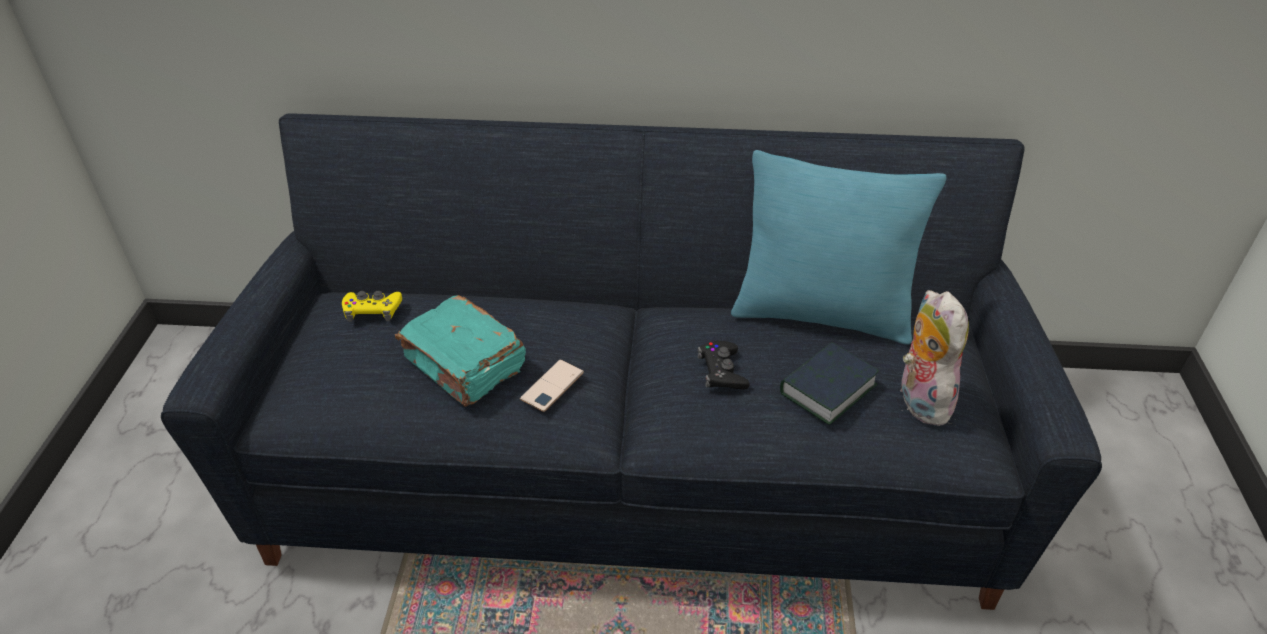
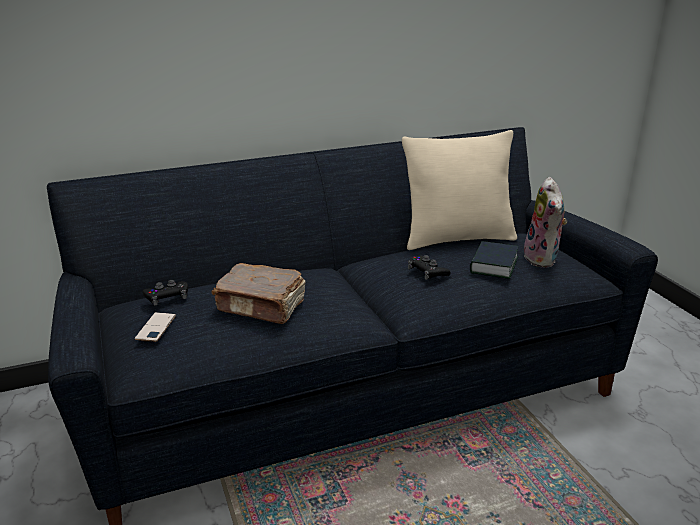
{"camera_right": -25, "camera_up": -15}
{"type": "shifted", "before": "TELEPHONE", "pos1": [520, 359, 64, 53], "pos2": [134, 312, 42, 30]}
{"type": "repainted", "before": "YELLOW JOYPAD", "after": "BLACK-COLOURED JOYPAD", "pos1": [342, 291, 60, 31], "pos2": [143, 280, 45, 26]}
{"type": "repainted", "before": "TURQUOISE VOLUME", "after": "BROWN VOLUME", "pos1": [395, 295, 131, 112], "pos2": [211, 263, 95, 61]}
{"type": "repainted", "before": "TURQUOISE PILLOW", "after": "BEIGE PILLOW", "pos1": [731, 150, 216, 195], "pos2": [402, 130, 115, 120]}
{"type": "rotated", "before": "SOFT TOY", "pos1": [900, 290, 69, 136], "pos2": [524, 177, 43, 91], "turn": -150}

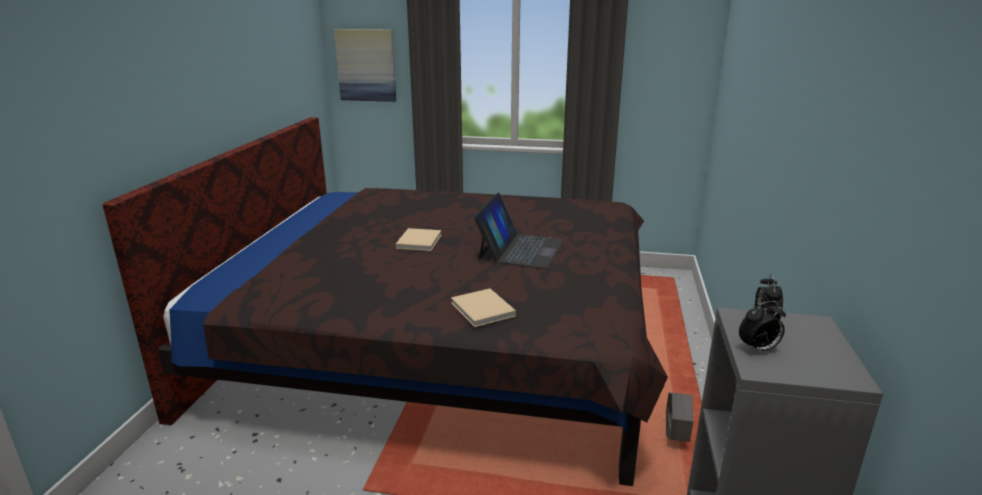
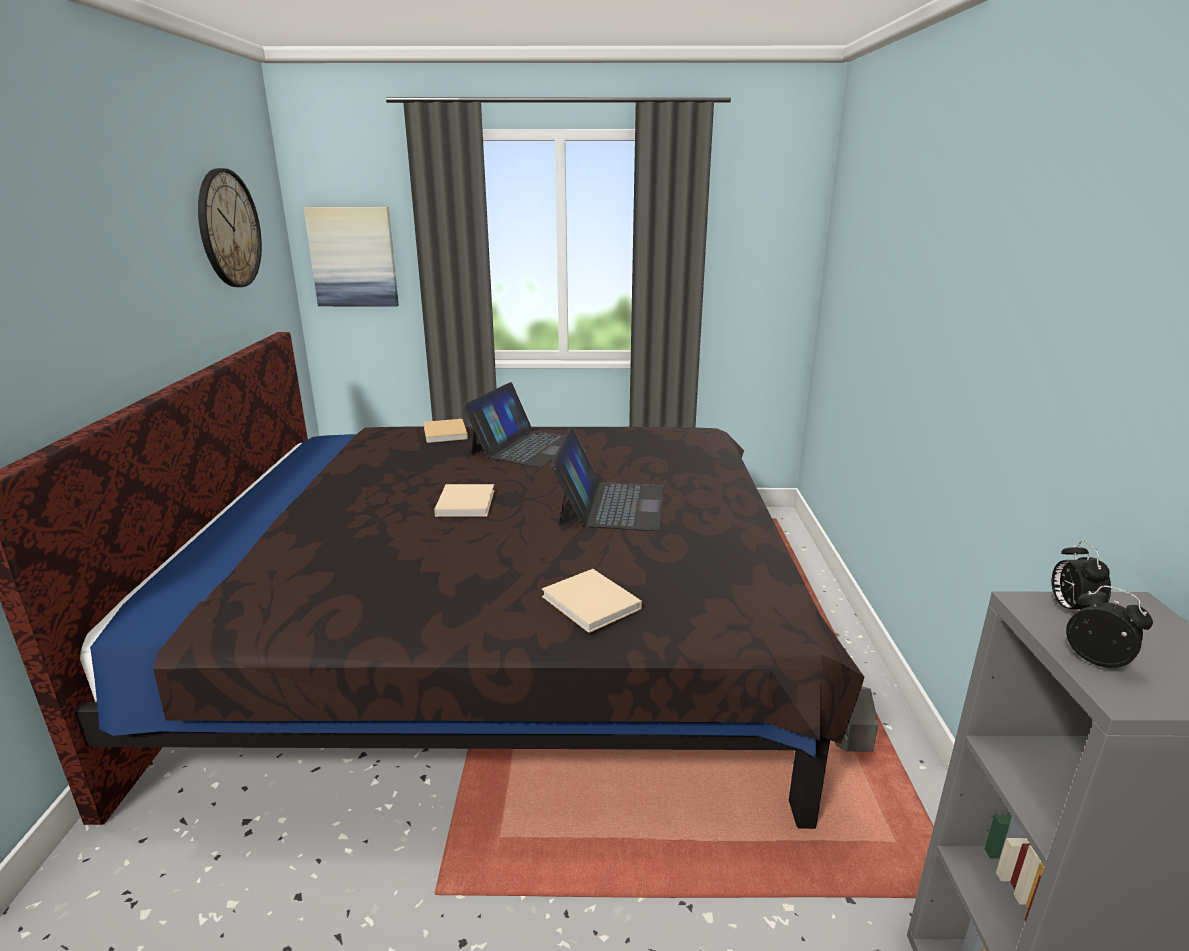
{"camera_right": -10, "camera_up": 0}
{"type": "new", "after": "HANGING CLOCK", "pos2": [198, 168, 64, 119]}
{"type": "new", "after": "BEIGE VOLUME", "pos2": [423, 419, 45, 24]}
{"type": "new", "after": "LAPTOP", "pos2": [463, 382, 118, 85]}
{"type": "rotated", "before": "BEDSIDE CLOCK", "pos1": [739, 301, 47, 52], "pos2": [1066, 585, 87, 84], "turn": -105}

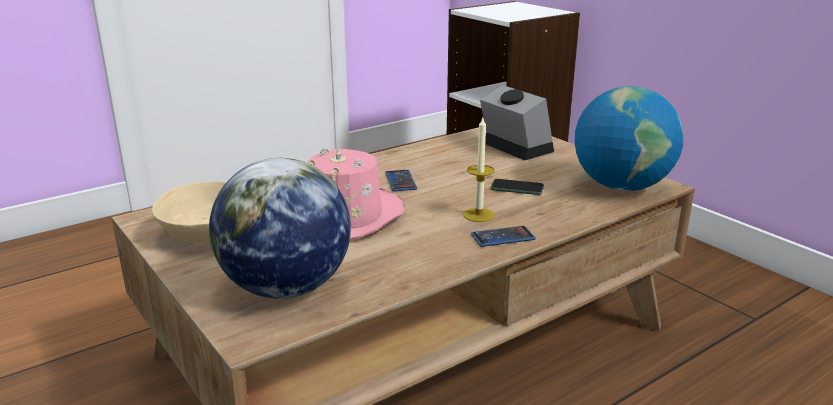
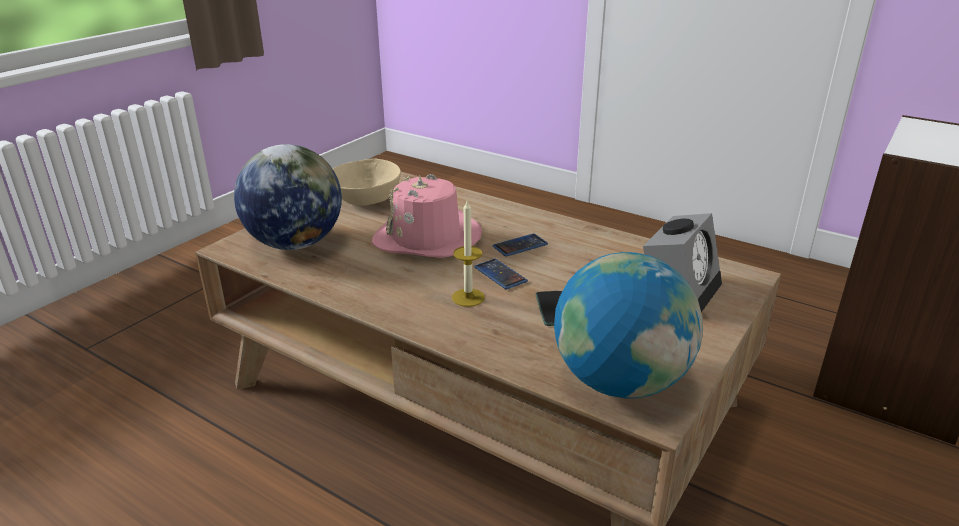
{"camera_right": 70, "camera_up": 5}
{"type": "shifted", "before": "TELEPHONE", "pos1": [471, 226, 65, 21], "pos2": [474, 259, 54, 31]}

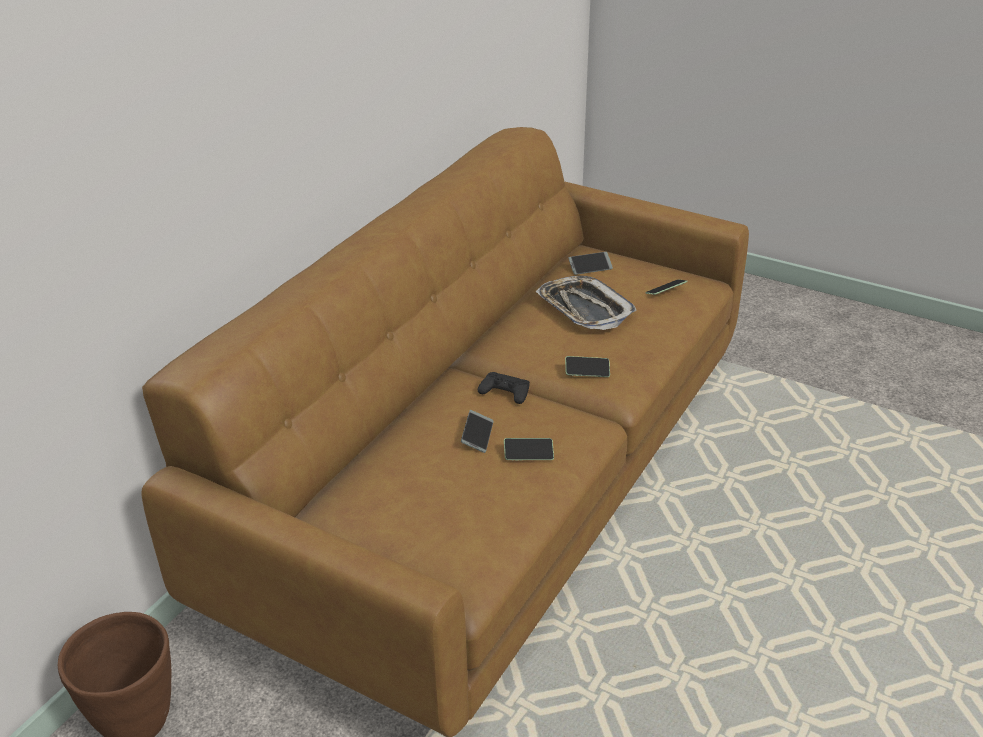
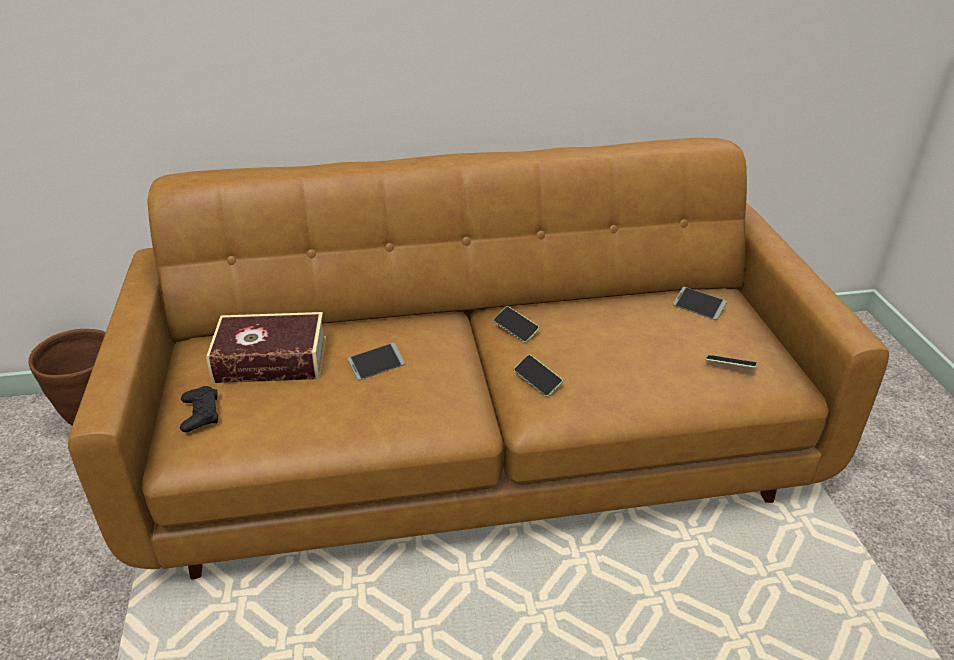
{"camera_right": 50, "camera_up": 0}
{"type": "shifted", "before": "BLACK-COLOURED JOYPAD", "pos1": [478, 372, 52, 32], "pos2": [180, 386, 38, 46]}
{"type": "new", "after": "VOLUME", "pos2": [206, 312, 120, 71]}
{"type": "shifted", "before": "TELEPHONE", "pos1": [504, 438, 50, 22], "pos2": [494, 306, 45, 36]}
{"type": "gone", "before": "SERVING TRAY", "pos1": [536, 276, 101, 54]}

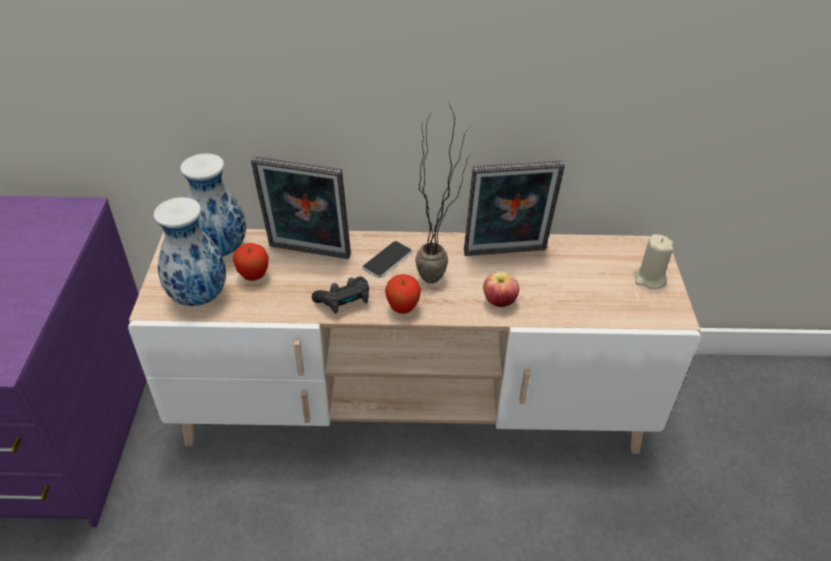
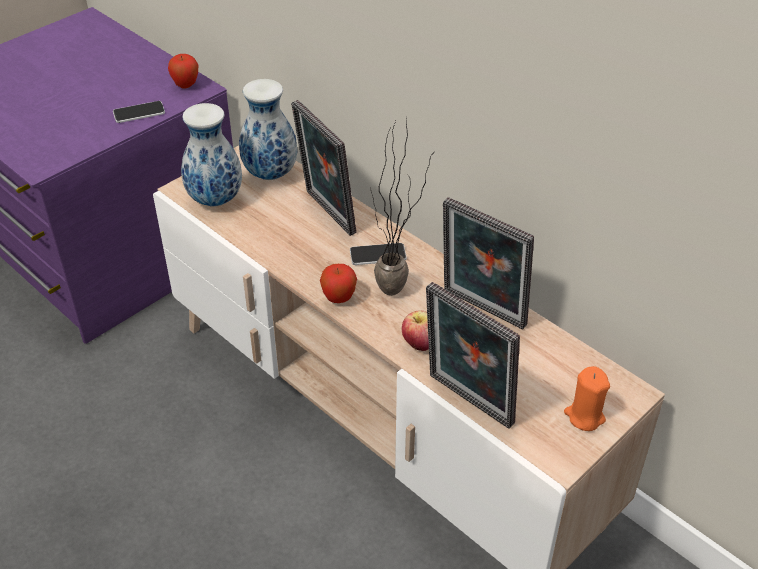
{"camera_right": 45, "camera_up": 0}
{"type": "new", "after": "TELEPHONE", "pos2": [113, 101, 52, 22]}
{"type": "shifted", "before": "APPLE", "pos1": [233, 243, 35, 38], "pos2": [168, 54, 30, 35]}
{"type": "new", "after": "STANDING FRAME", "pos2": [426, 282, 94, 147]}
{"type": "repainted", "before": "BEIGE WAX LIGHT", "after": "ORANGE-COLOURED WAX LIGHT", "pos1": [634, 234, 40, 55], "pos2": [564, 366, 46, 65]}
{"type": "gone", "before": "BLACK-COLOURED JOYPAD", "pos1": [312, 276, 57, 38]}

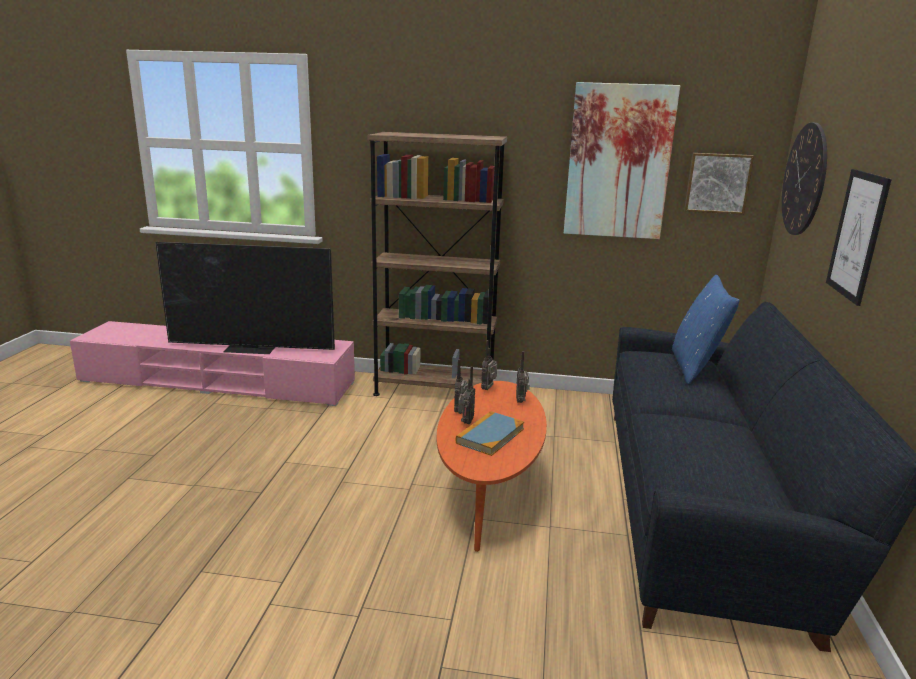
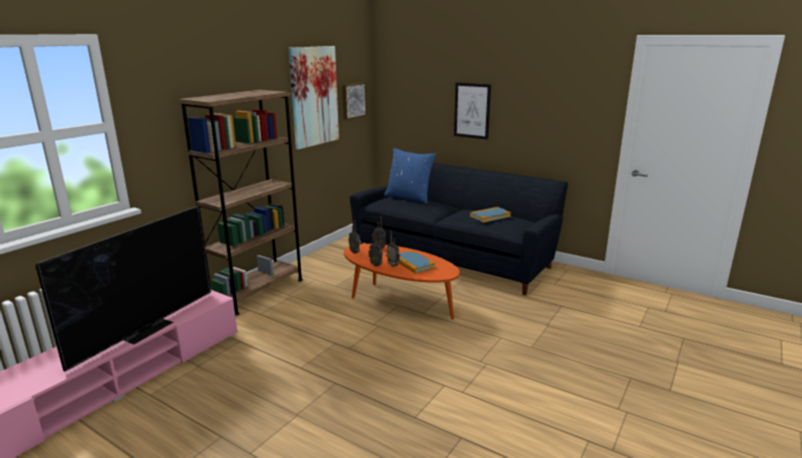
{"camera_right": -65, "camera_up": 0}
{"type": "new", "after": "VOLUME", "pos2": [470, 207, 41, 16]}
{"type": "gone", "before": "HANGING CLOCK", "pos1": [782, 123, 45, 112]}

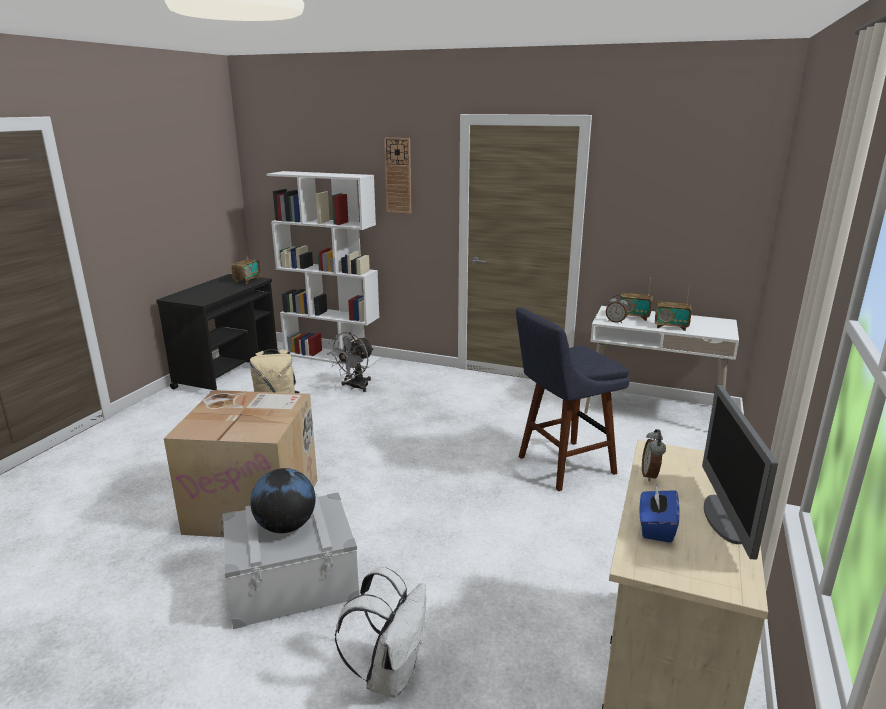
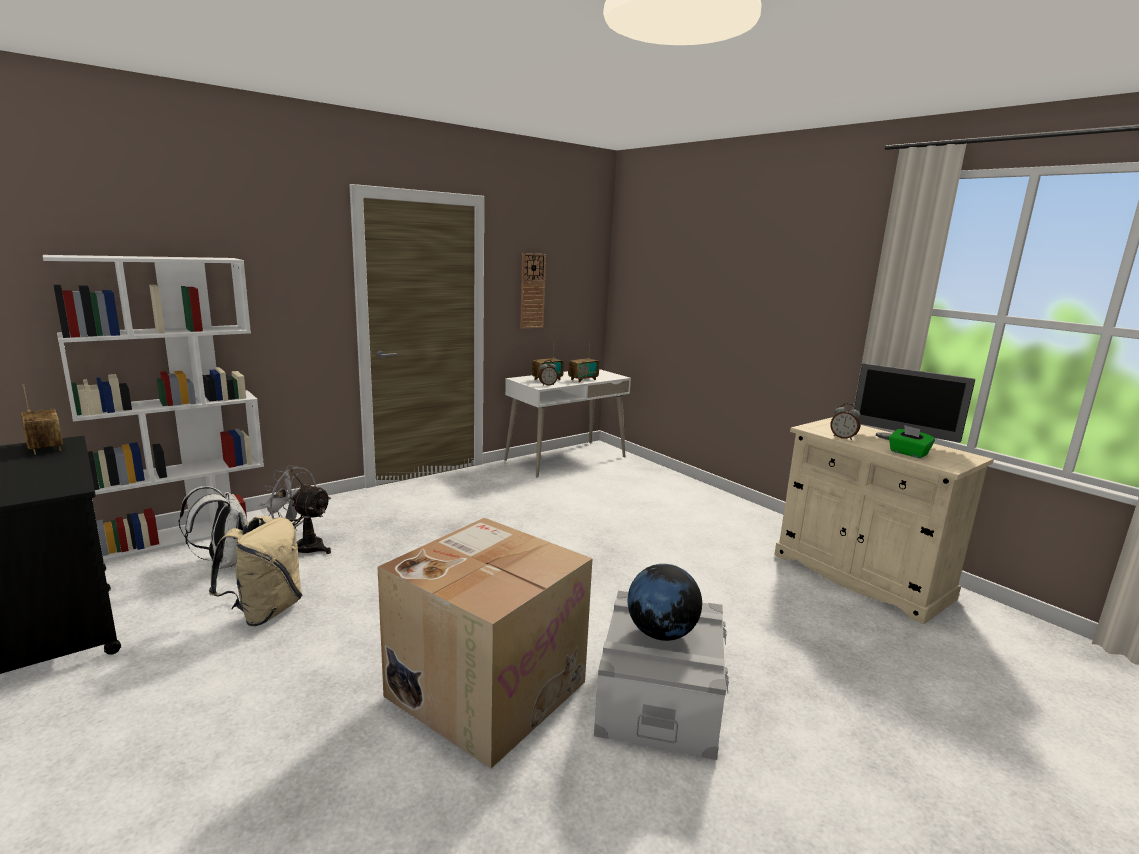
{"camera_right": -60, "camera_up": -5}
{"type": "shifted", "before": "WHITISH RUCKSACK", "pos1": [335, 567, 91, 131], "pos2": [179, 486, 69, 83]}
{"type": "rotated", "before": "GRAY FAN", "pos1": [327, 332, 47, 60], "pos2": [259, 465, 73, 89], "turn": 135}
{"type": "shifted", "before": "HANGING CLOCK", "pos1": [384, 138, 27, 76], "pos2": [520, 253, 26, 76]}
{"type": "repainted", "before": "BLUE-COLOURED TISSUE HOLDER", "after": "GREEN TISSUE HOLDER", "pos1": [640, 484, 40, 59], "pos2": [889, 425, 46, 33]}
{"type": "gone", "before": "BLUE-COLOURED STOOL", "pos1": [516, 307, 114, 184]}

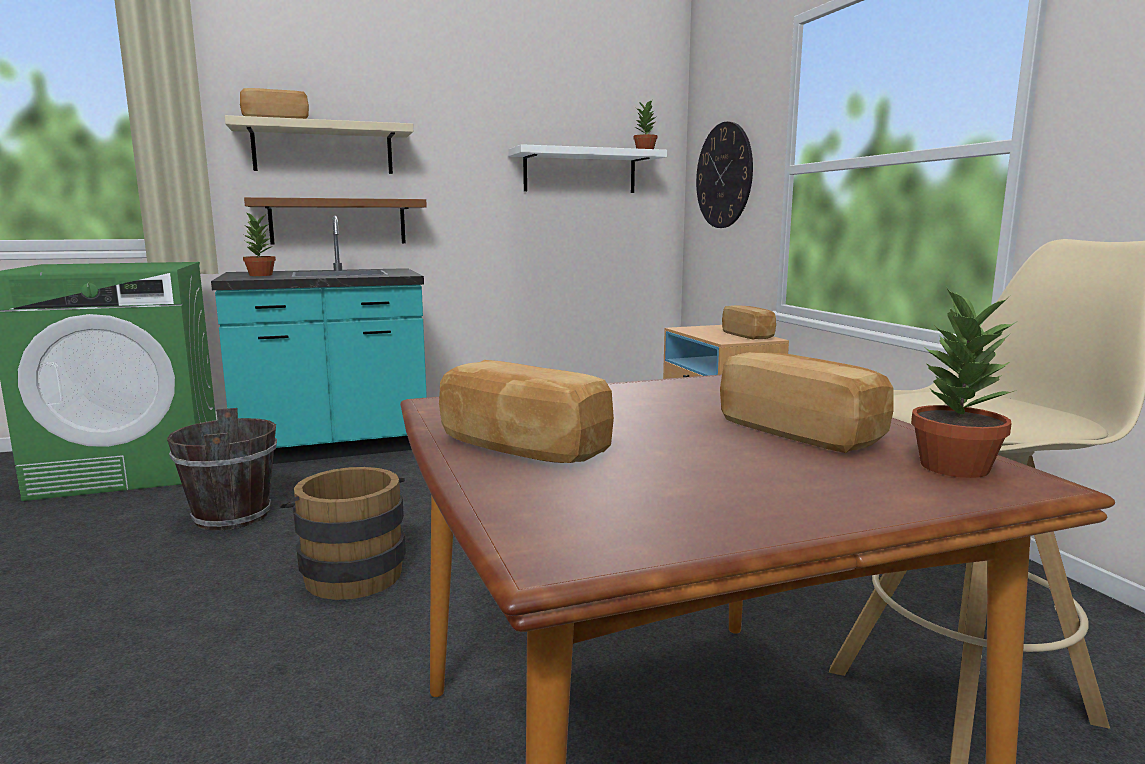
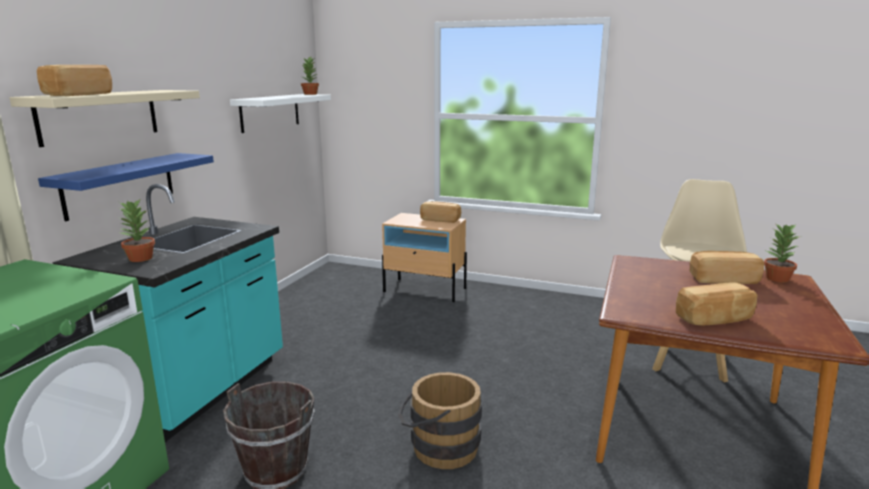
{"camera_right": -50, "camera_up": 5}
{"type": "repainted", "before": "BROWN WALL SHELF", "after": "BLUE-COLOURED WALL SHELF", "pos1": [244, 197, 183, 48], "pos2": [38, 153, 176, 68]}
{"type": "gone", "before": "HANGING CLOCK", "pos1": [696, 121, 57, 107]}

